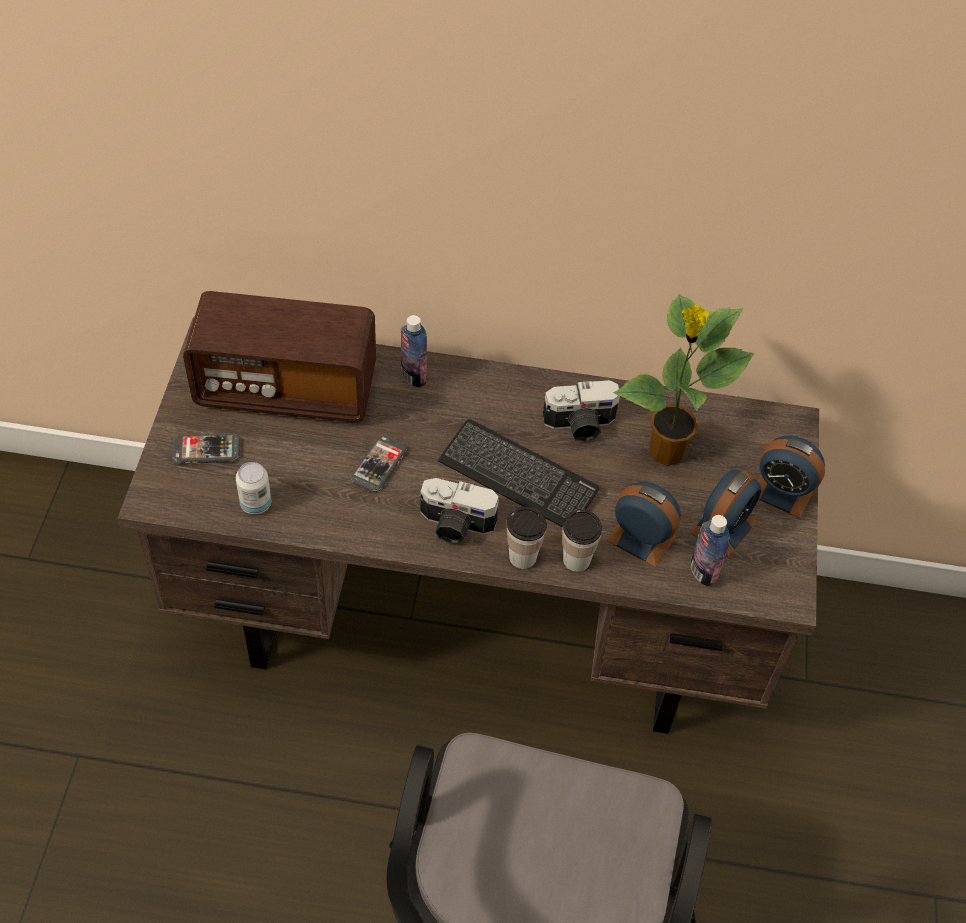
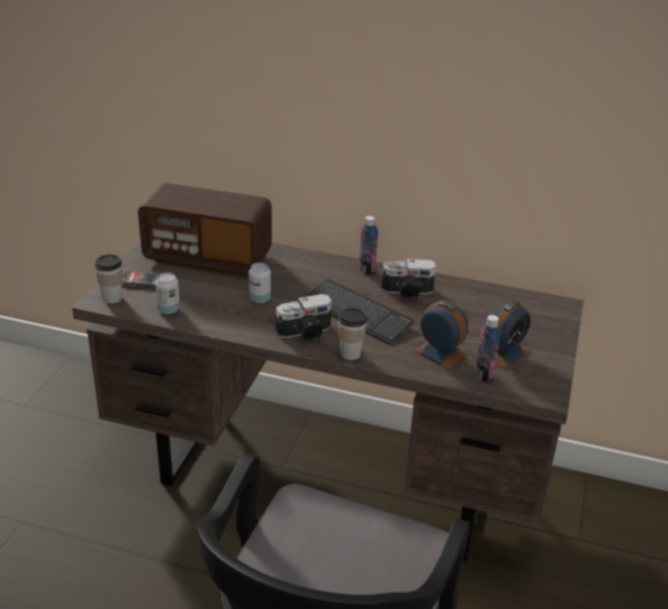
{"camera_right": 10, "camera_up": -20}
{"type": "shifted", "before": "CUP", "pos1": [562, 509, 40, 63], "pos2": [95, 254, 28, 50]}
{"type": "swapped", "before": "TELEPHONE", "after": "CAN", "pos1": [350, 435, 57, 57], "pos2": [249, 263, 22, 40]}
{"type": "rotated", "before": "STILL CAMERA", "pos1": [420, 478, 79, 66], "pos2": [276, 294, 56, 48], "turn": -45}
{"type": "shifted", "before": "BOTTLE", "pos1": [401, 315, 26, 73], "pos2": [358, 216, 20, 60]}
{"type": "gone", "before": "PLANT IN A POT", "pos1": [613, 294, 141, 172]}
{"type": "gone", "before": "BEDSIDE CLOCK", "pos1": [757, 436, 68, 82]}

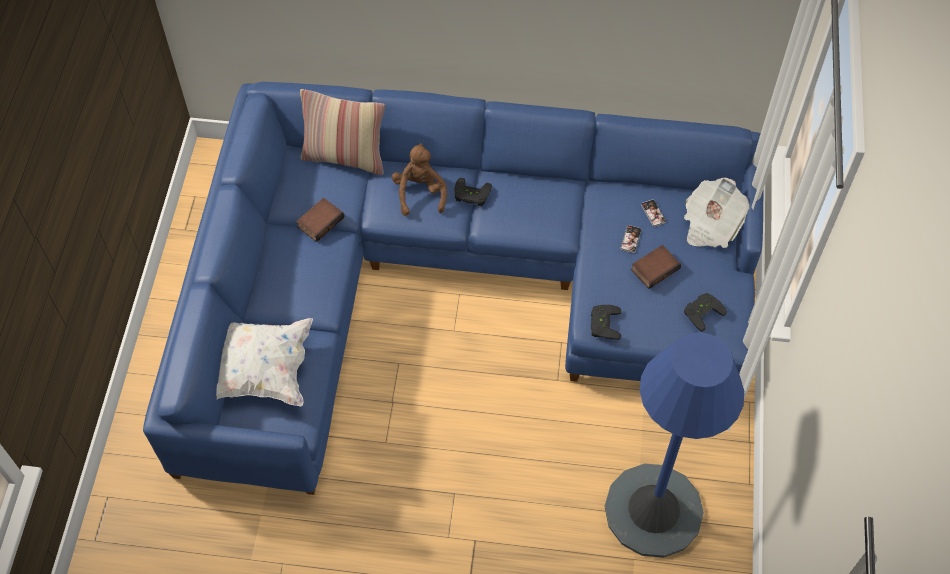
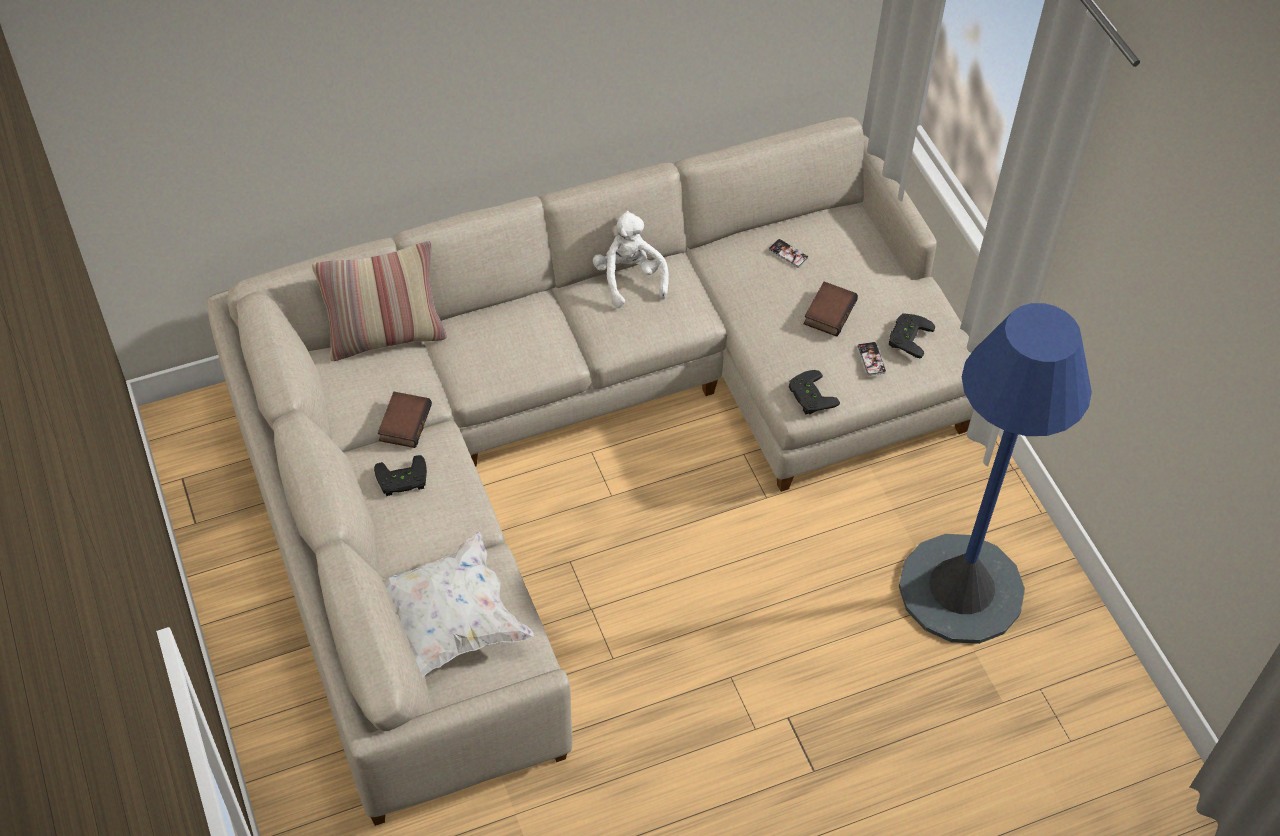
{"camera_right": -30, "camera_up": -5}
{"type": "repainted", "before": "BLUE-COLOURED COUCH", "after": "BEIGE COUCH", "pos1": [143, 82, 620, 413], "pos2": [207, 117, 767, 709]}
{"type": "shifted", "before": "BLACK-COLOURED JOYPAD", "pos1": [455, 178, 37, 28], "pos2": [374, 455, 53, 41]}
{"type": "new", "after": "WHITISH SOFT TOY", "pos2": [593, 211, 76, 97]}
{"type": "shifted", "before": "TELEPHONE", "pos1": [621, 225, 21, 28], "pos2": [857, 342, 29, 34]}
{"type": "gone", "before": "BROWN SOFT TOY", "pos1": [392, 143, 55, 73]}
{"type": "gone", "before": "PRINTED PAPER", "pos1": [684, 178, 66, 70]}

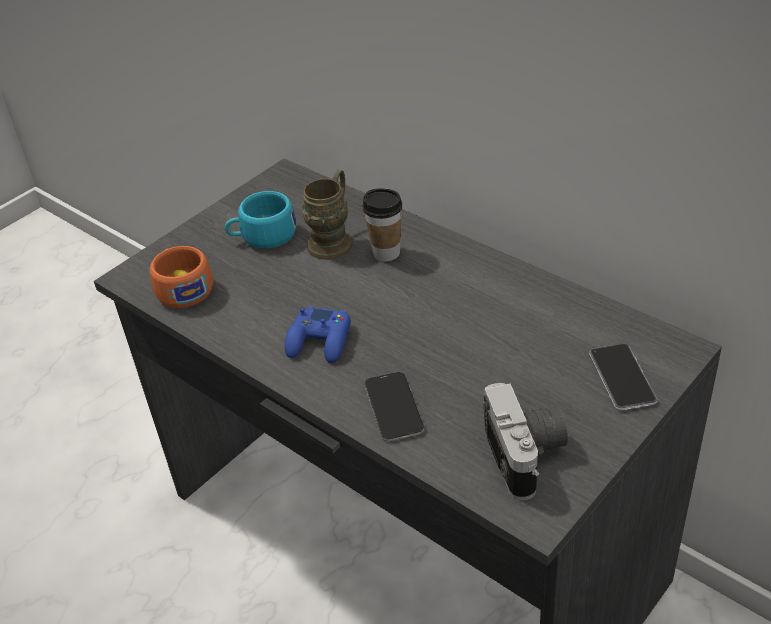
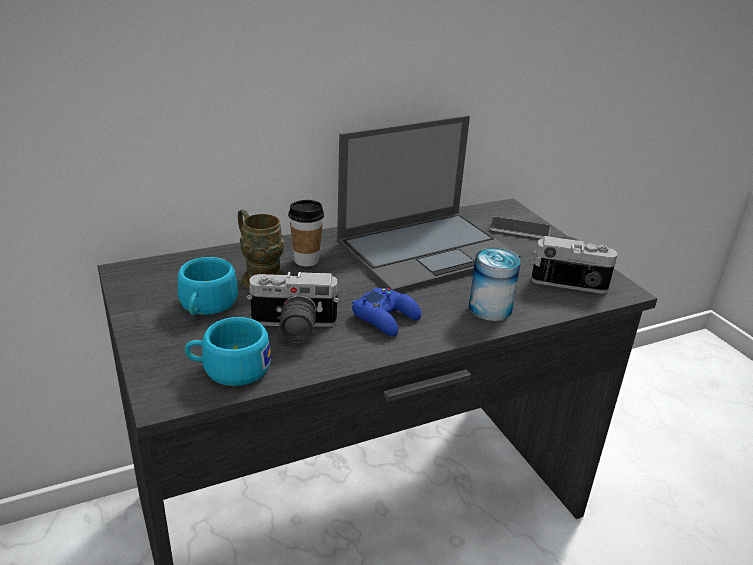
{"camera_right": -70, "camera_up": -10}
{"type": "repainted", "before": "ORANGE-COLOURED CUP", "after": "TURQUOISE CUP", "pos1": [150, 246, 63, 62], "pos2": [185, 317, 86, 69]}
{"type": "new", "after": "STILL CAMERA", "pos2": [247, 272, 92, 71]}
{"type": "new", "after": "LAPTOP", "pos2": [337, 115, 183, 177]}
{"type": "swapped", "before": "TELEPHONE", "after": "CAN", "pos1": [365, 372, 59, 69], "pos2": [469, 248, 52, 73]}

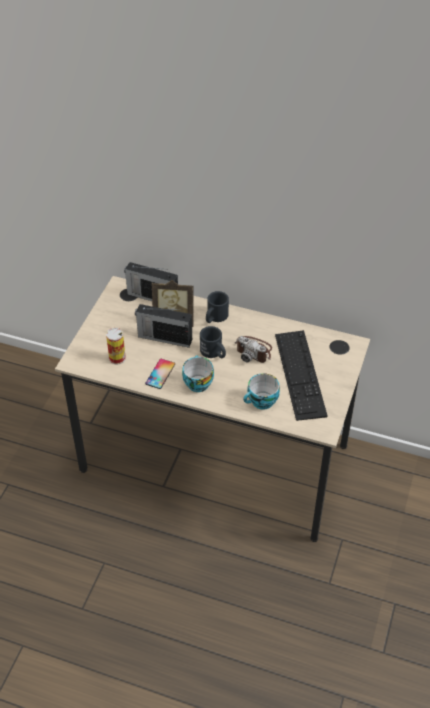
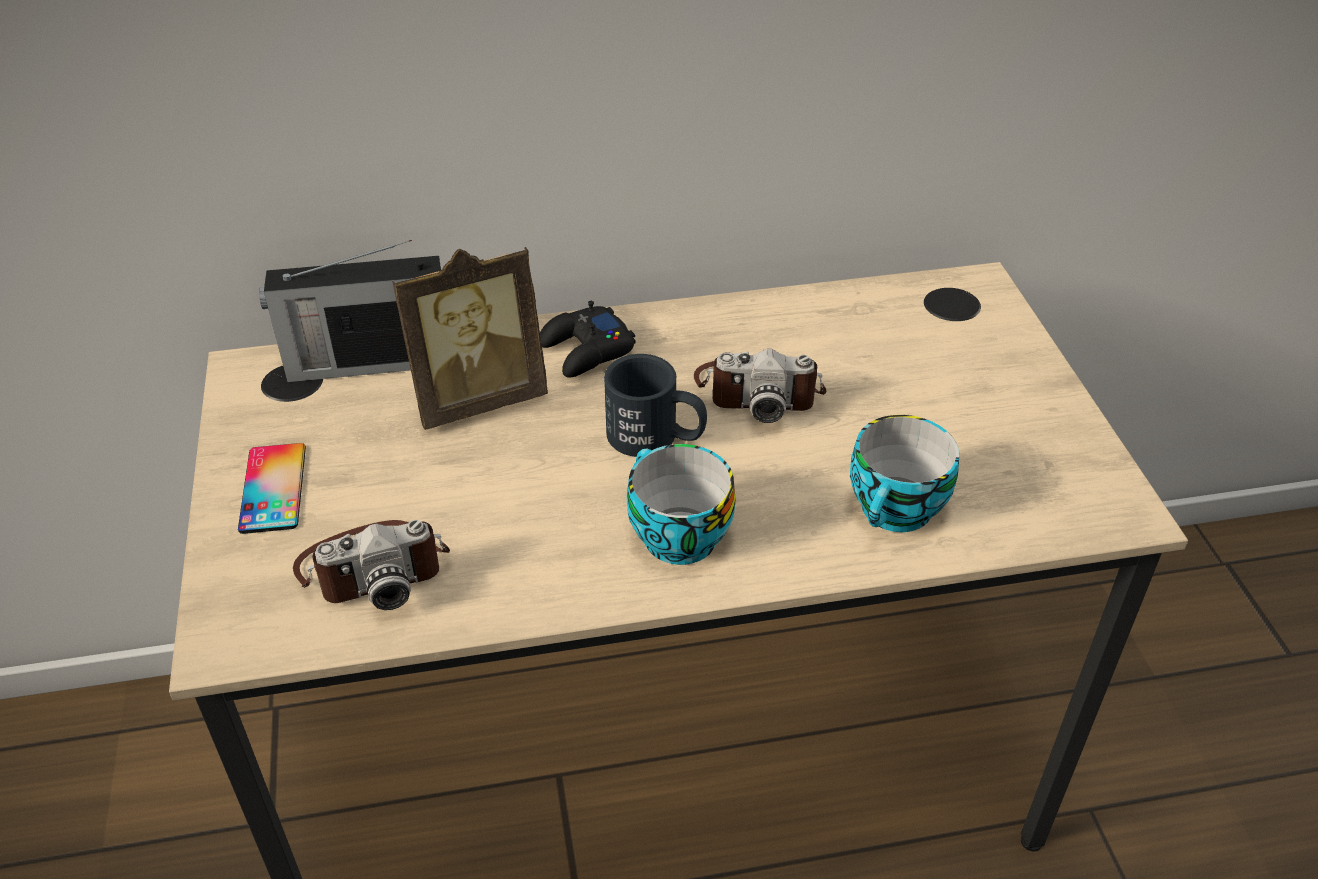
{"camera_right": -30, "camera_up": -5}
{"type": "shifted", "before": "TELEPHONE", "pos1": [145, 359, 30, 30], "pos2": [238, 443, 68, 91]}
{"type": "swapped", "before": "CAN", "after": "STILL CAMERA", "pos1": [106, 328, 20, 37], "pos2": [293, 520, 157, 90]}
{"type": "swapped", "before": "BLACK-COLOURED TEA MUG", "after": "BLACK-COLOURED JOYPAD", "pos1": [206, 291, 23, 32], "pos2": [540, 301, 96, 77]}
{"type": "gone", "before": "RADIO SET", "pos1": [135, 304, 57, 44]}
{"type": "gone", "before": "COMPUTER KEYBOARD", "pos1": [275, 330, 53, 91]}

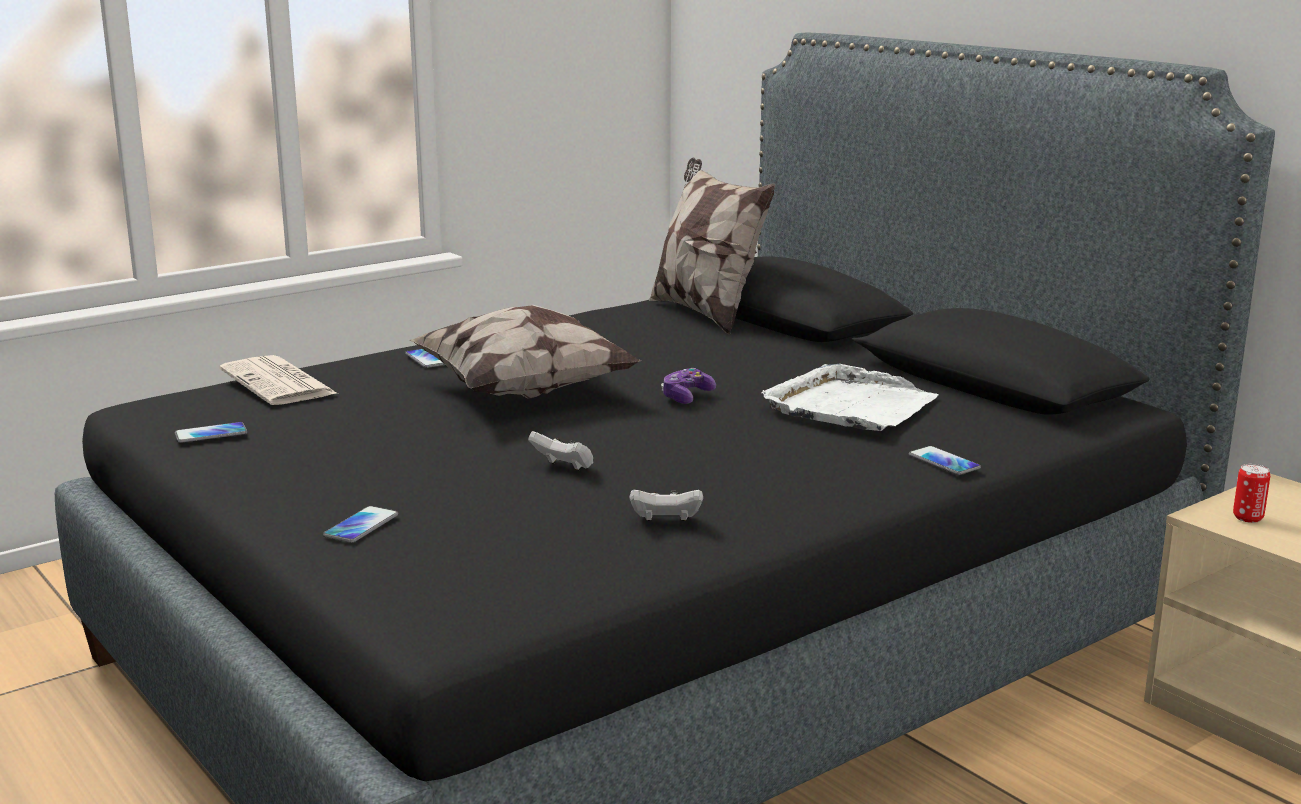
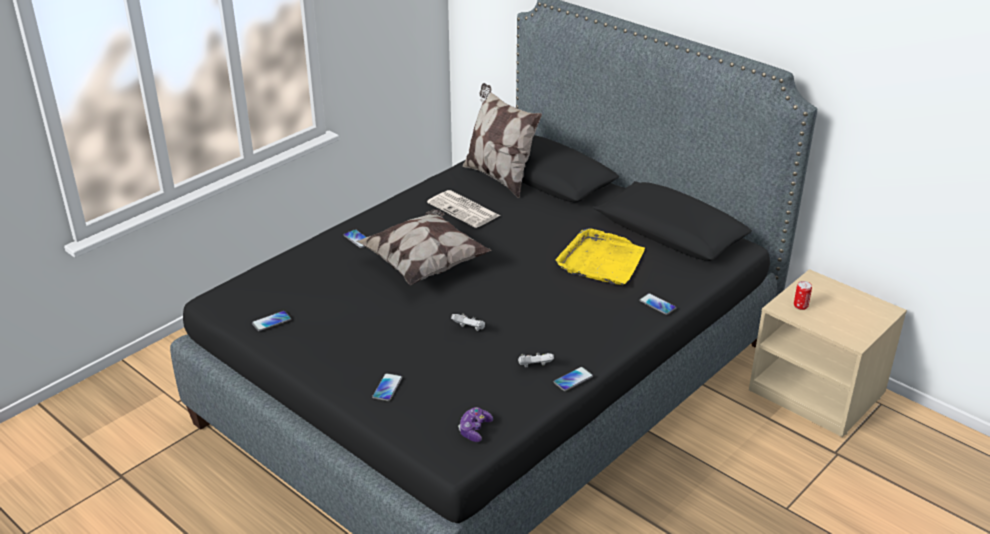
{"camera_right": -10, "camera_up": 15}
{"type": "shifted", "before": "PRINTED PAPER", "pos1": [220, 355, 118, 50], "pos2": [427, 190, 73, 38]}
{"type": "shifted", "before": "JOYPAD", "pos1": [661, 368, 55, 36], "pos2": [458, 407, 35, 35]}
{"type": "new", "after": "TELEPHONE", "pos2": [553, 367, 40, 24]}
{"type": "repainted", "before": "WHITISH SERVING TRAY", "after": "YELLOW SERVING TRAY", "pos1": [761, 364, 177, 67], "pos2": [556, 228, 89, 57]}

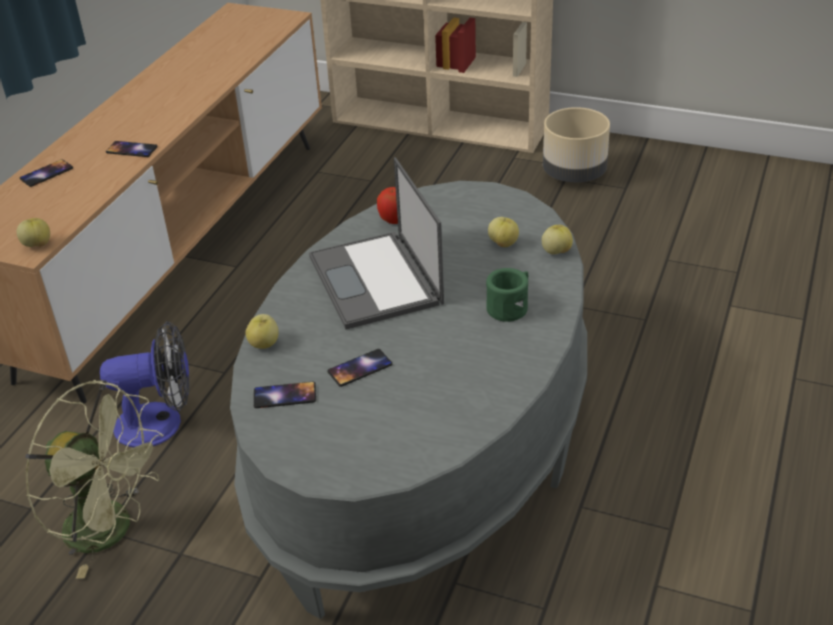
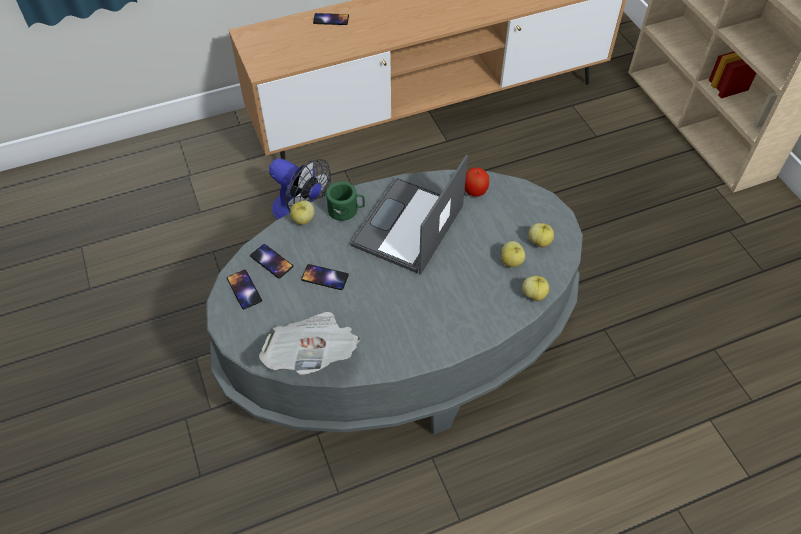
{"camera_right": 45, "camera_up": 15}
{"type": "shifted", "before": "TELEPHONE", "pos1": [106, 141, 52, 16], "pos2": [227, 270, 35, 39]}
{"type": "new", "after": "PRINTED PAPER", "pos2": [259, 312, 101, 63]}
{"type": "shifted", "before": "GREEN TEA MUG", "pos1": [486, 268, 42, 54], "pos2": [326, 181, 39, 40]}
{"type": "shifted", "before": "APPLE", "pos1": [17, 218, 33, 29], "pos2": [528, 223, 26, 24]}
{"type": "gone", "before": "GREEN FAN", "pos1": [25, 380, 138, 198]}
{"type": "gone", "before": "BEIGE FLOWER POT", "pos1": [543, 107, 67, 75]}

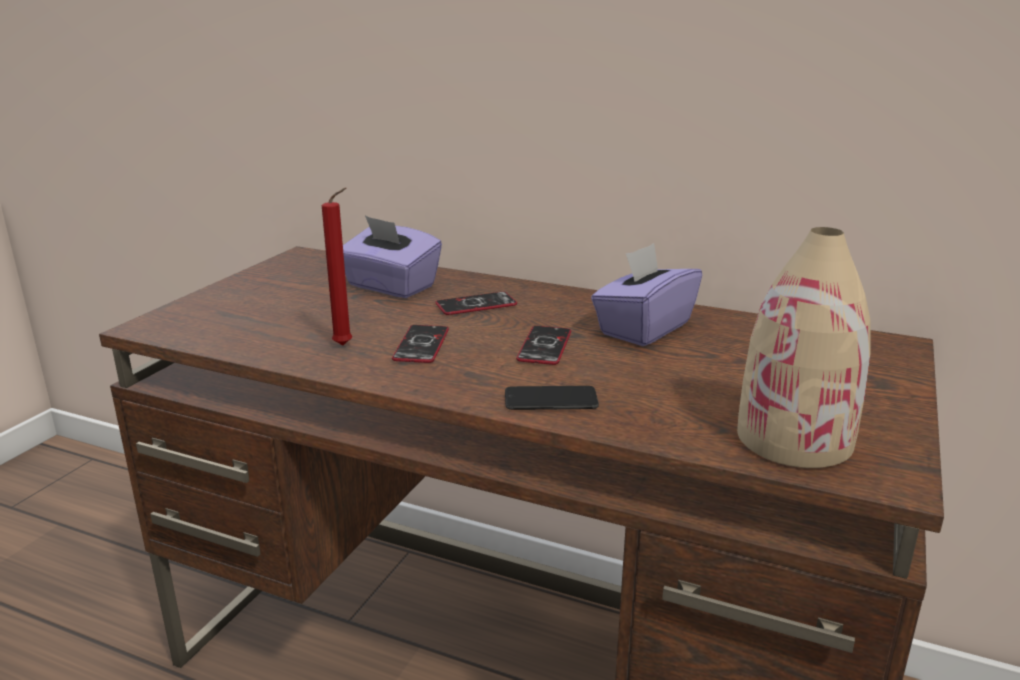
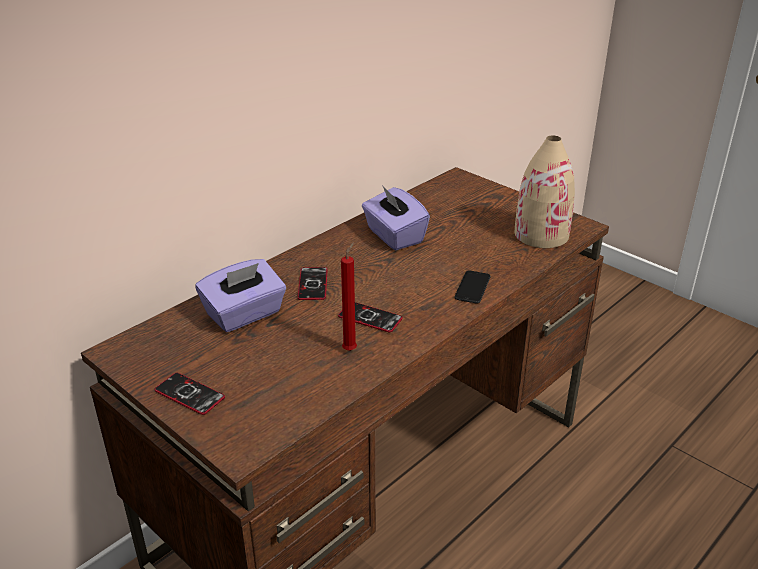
{"camera_right": -70, "camera_up": 10}
{"type": "shifted", "before": "TELEPHONE", "pos1": [516, 326, 55, 39], "pos2": [154, 373, 71, 42]}

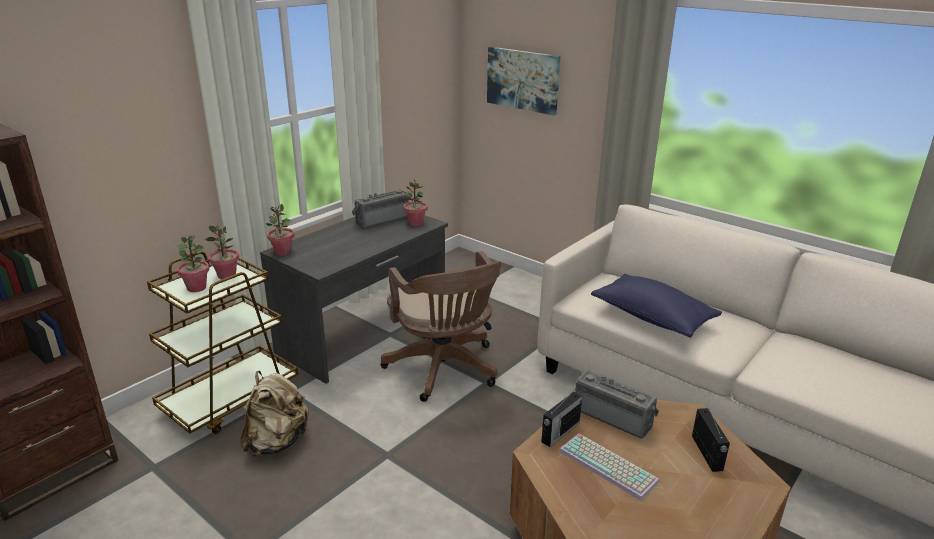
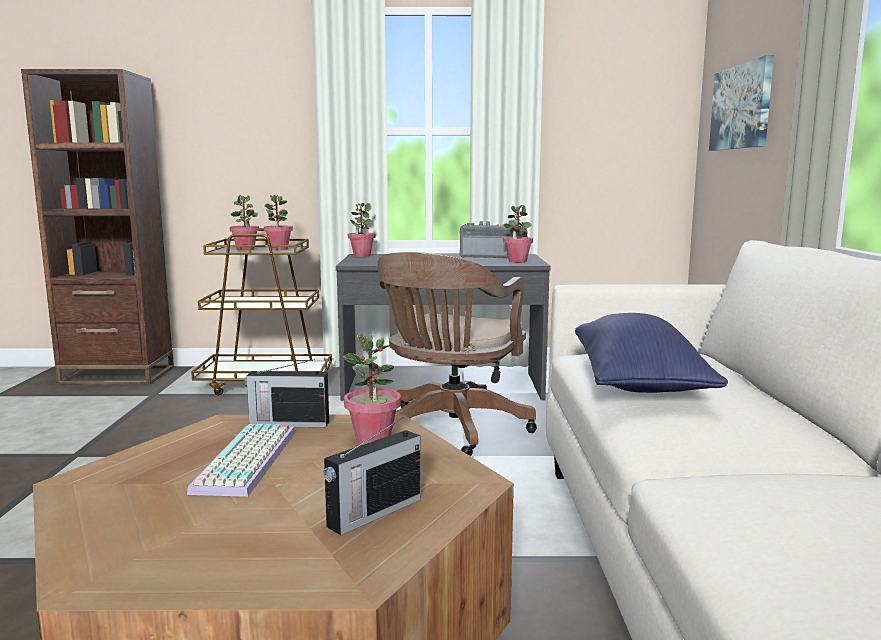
{"camera_right": 50, "camera_up": -15}
{"type": "swapped", "before": "RADIO SET", "after": "PLANT IN A POT", "pos1": [575, 370, 84, 68], "pos2": [342, 333, 59, 112]}
{"type": "gone", "before": "BEIGE RUCKSACK", "pos1": [241, 371, 68, 86]}

